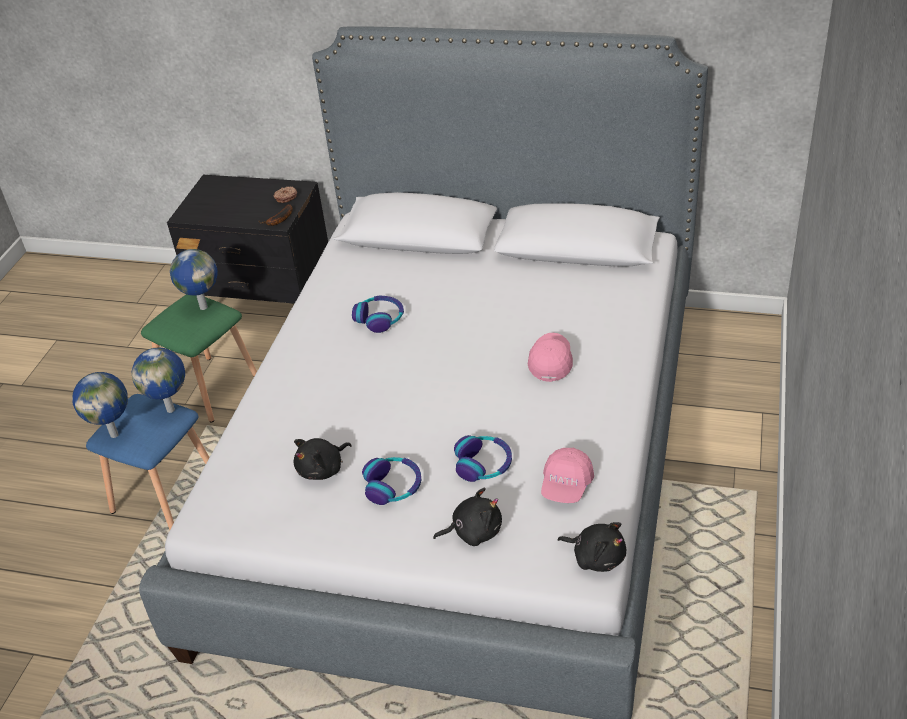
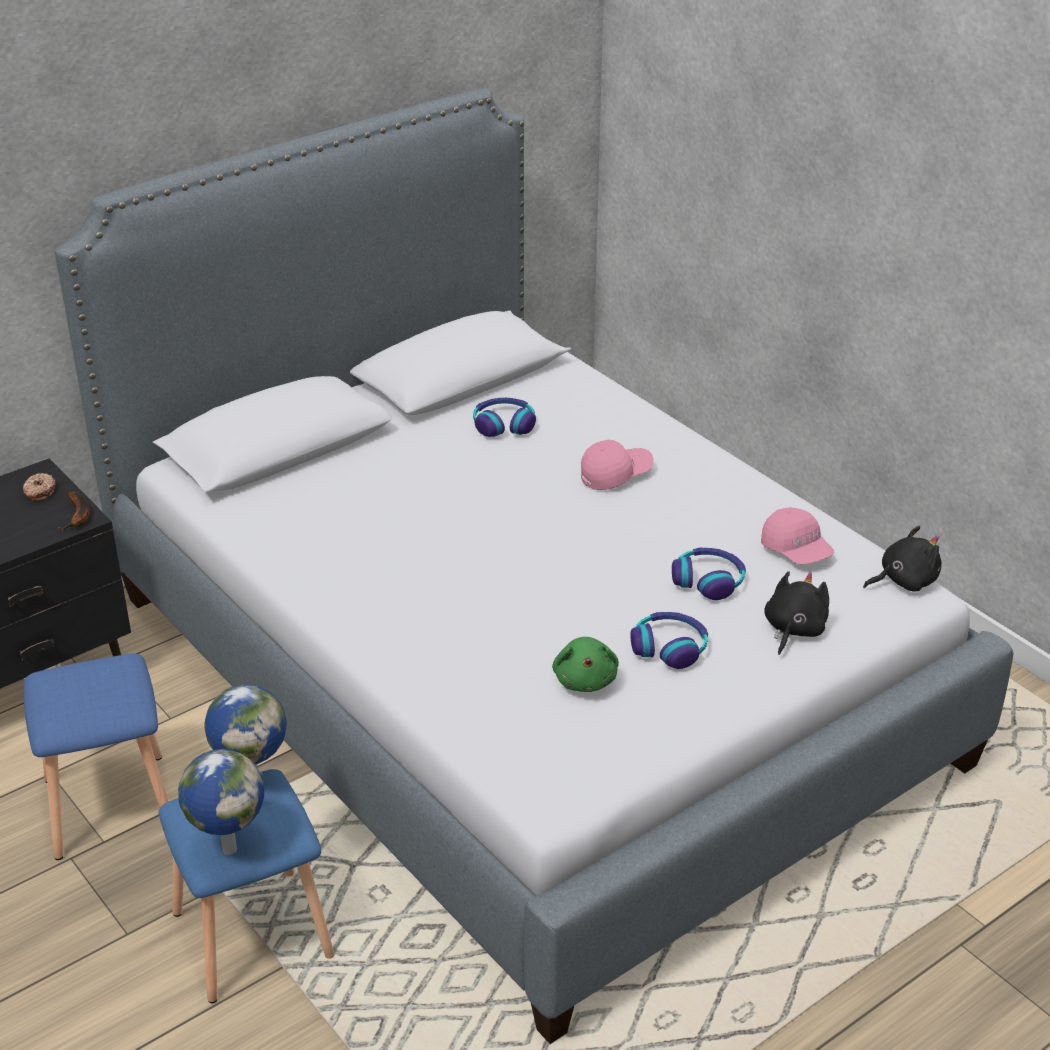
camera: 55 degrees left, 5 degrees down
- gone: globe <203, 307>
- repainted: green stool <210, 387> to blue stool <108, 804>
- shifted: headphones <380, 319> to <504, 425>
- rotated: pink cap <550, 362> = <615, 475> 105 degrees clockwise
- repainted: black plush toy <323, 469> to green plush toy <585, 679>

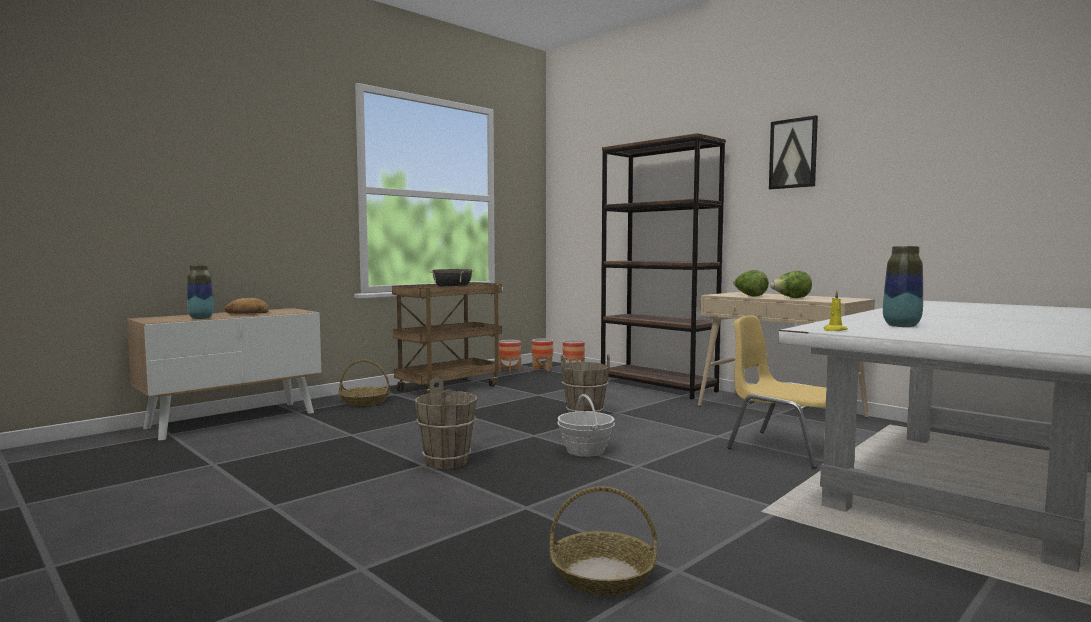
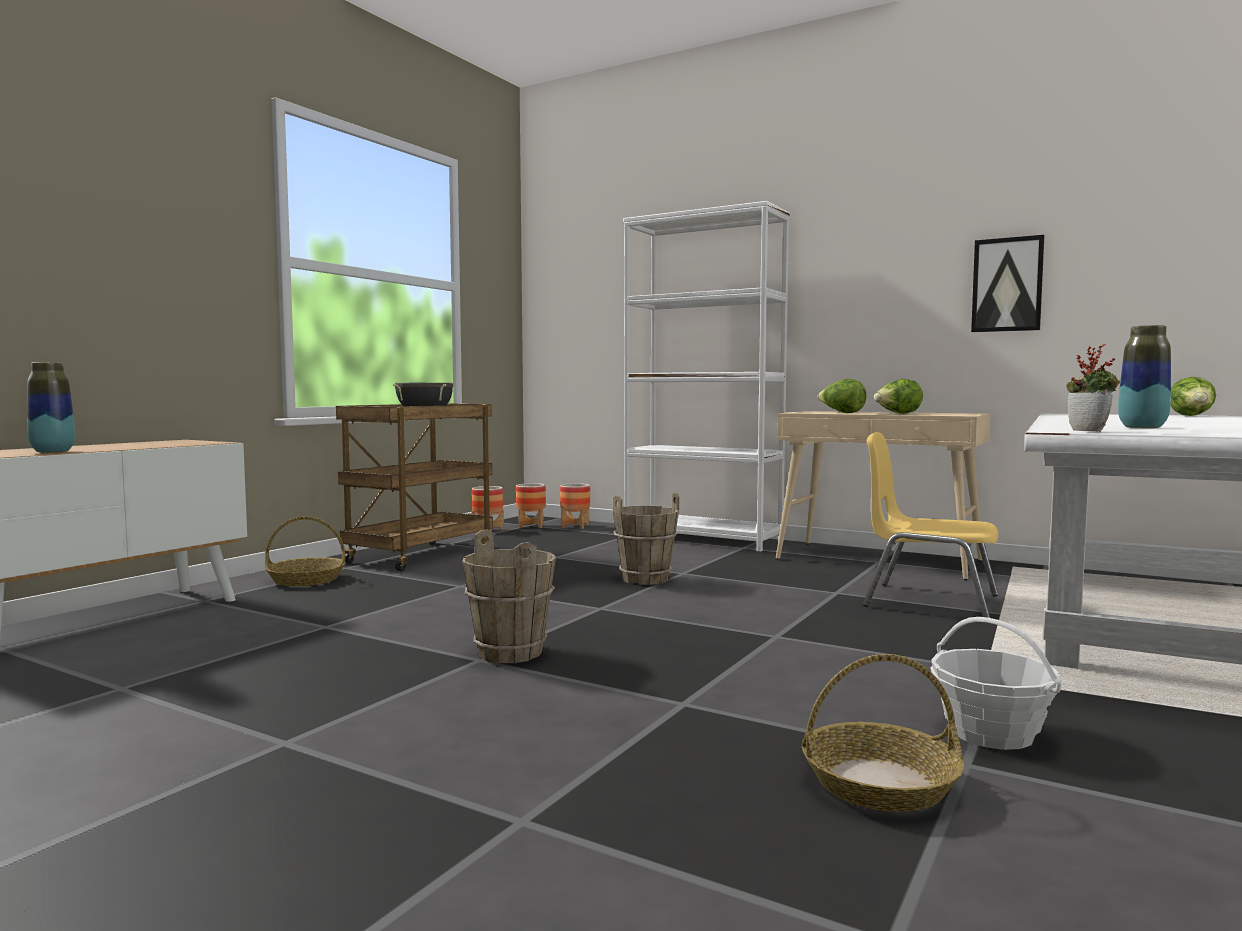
camera: 15 degrees left, 0 degrees up
- shifted: picture <793, 153> to <1007, 285>
- repainted: brown bookcase <658, 386> to white bookcase <703, 539>
- swapped: yellow candle <834, 330> to potted plant <1091, 431>
- gone: bread <247, 313>
- shifted: basket <585, 450> to <991, 733>
- new: lettuce <1192, 416>

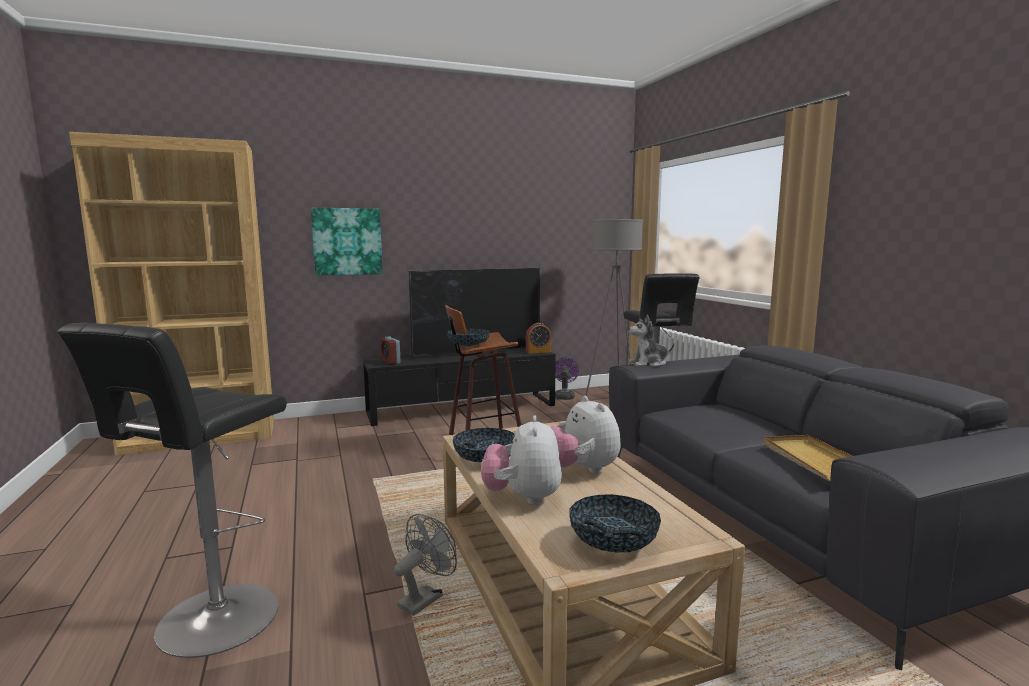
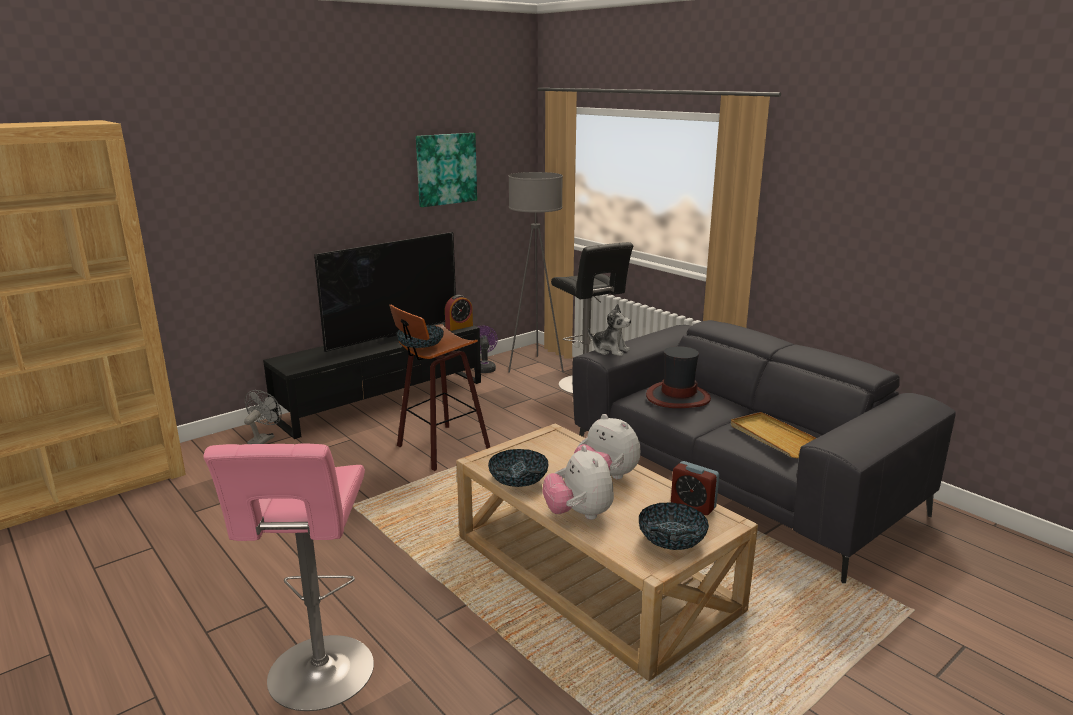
camera: 20 degrees left, 10 degrees up
- shifted: picture <347, 241> to <446, 169>
- rotated: plush toy <649, 363> = <610, 350> 120 degrees counterclockwise
- repainted: black stool <212, 623> to pink stool <319, 677>
- shifted: alarm clock <391, 362> to <693, 506>
- shifted: grey fan <425, 598> to <263, 439>
- new: hat <677, 397>

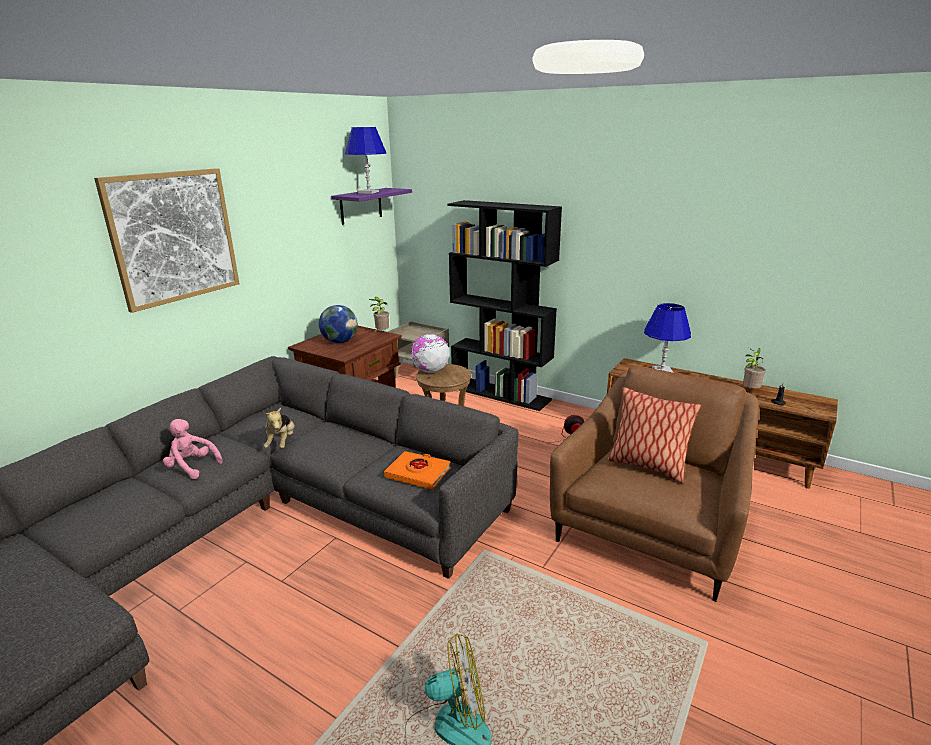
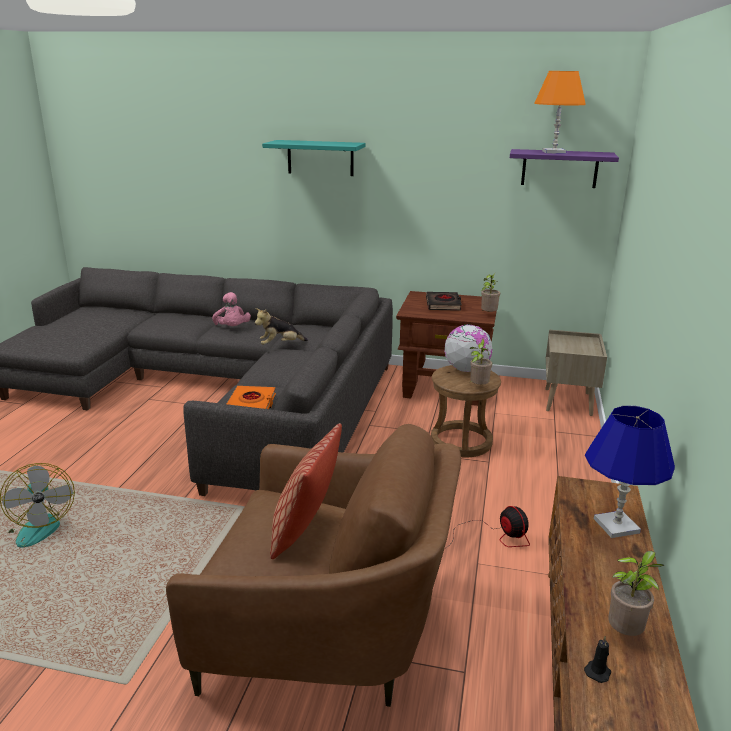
camera: 70 degrees right, 0 degrees up
- repainted: blue table lamp <368, 192> to orange table lamp <554, 152>
- swapped: picture <174, 237> to turquoise shelf <320, 158>
- gone: black bookcase <501, 394>
- swapped: globe <340, 341> to black book <443, 304>
- rotated: pink plush toy <192, 467> = <232, 328> 150 degrees clockwise
- new: potted plant <478, 387>

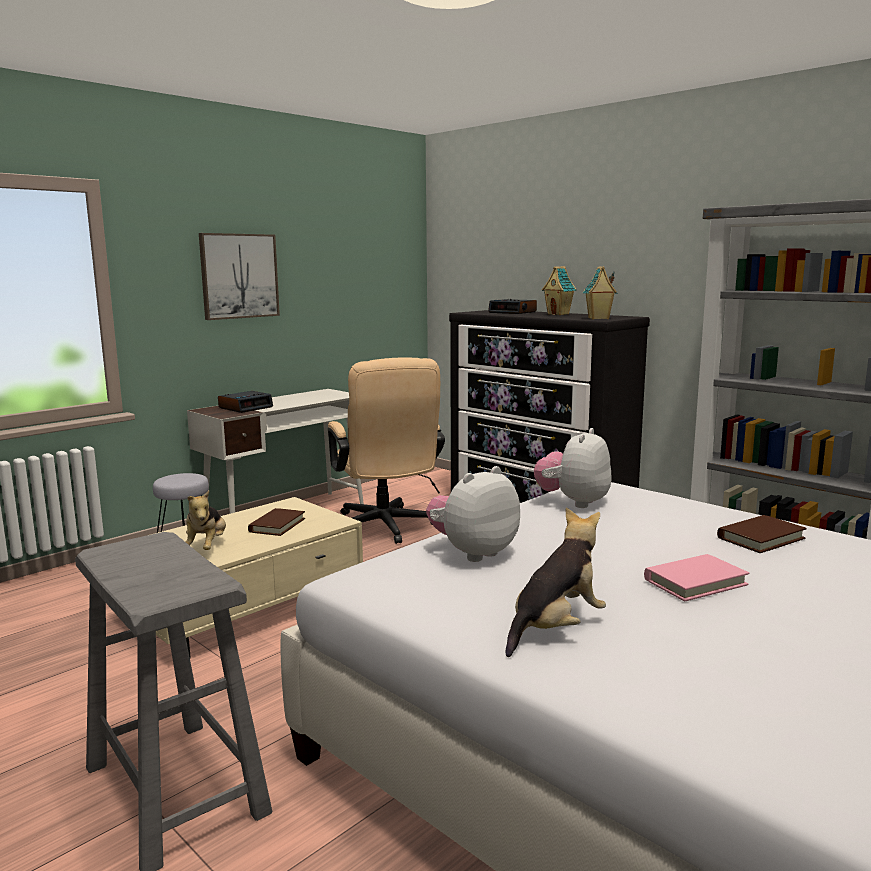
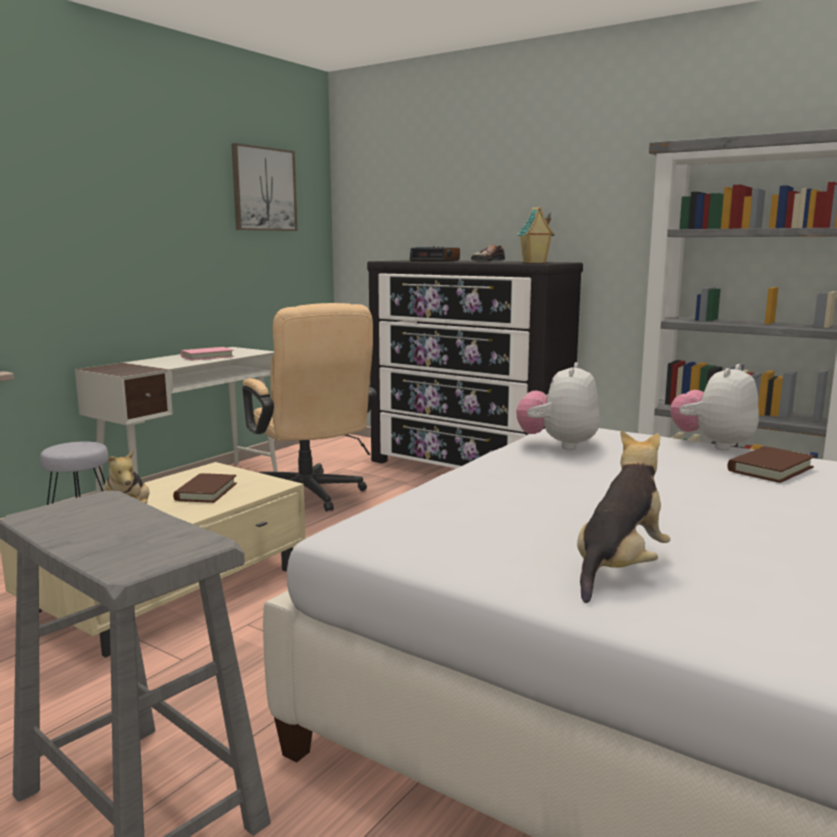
camera: 10 degrees left, 0 degrees up
- shifted: picture <239, 276> to <264, 189>
- swapped: toy house <558, 314> to shoe <486, 261>
- gone: alarm clock <246, 407>
- shifted: plush toy <473, 553> to <713, 444>
- shifted: pink book <695, 582> to <207, 356>

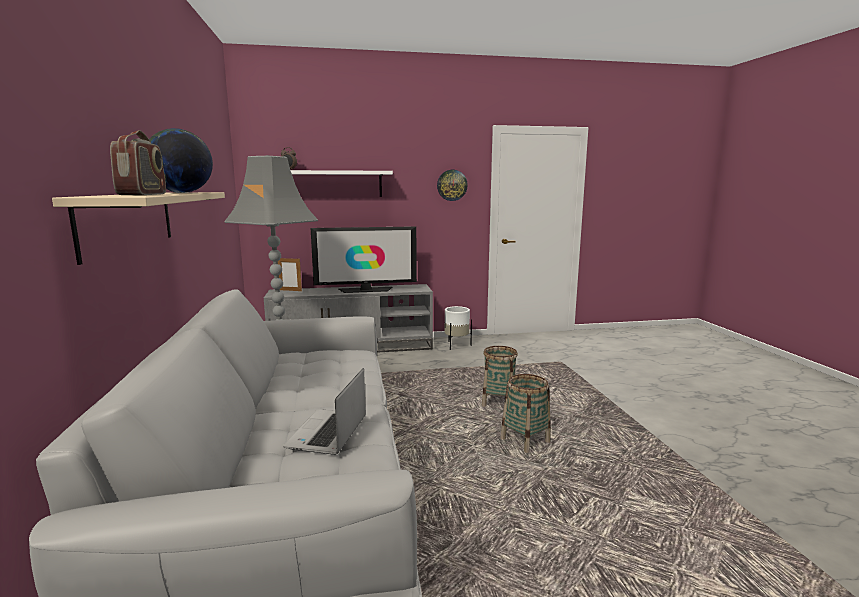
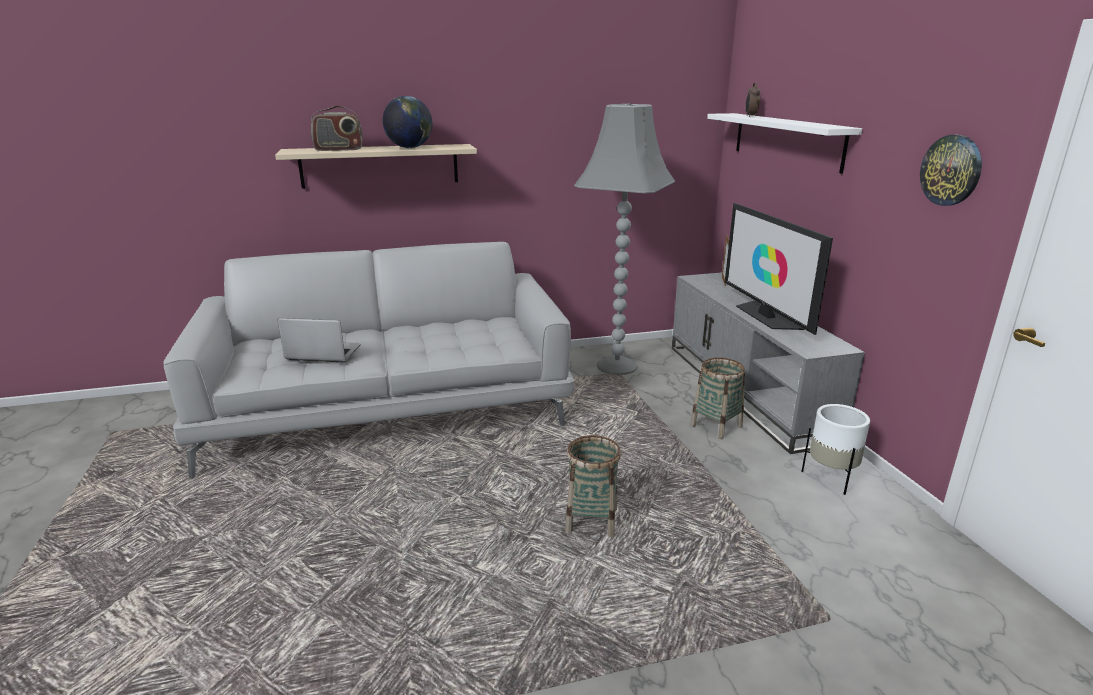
camera: 85 degrees right, 10 degrees up
- shifted: basket <525, 440> to <716, 426>

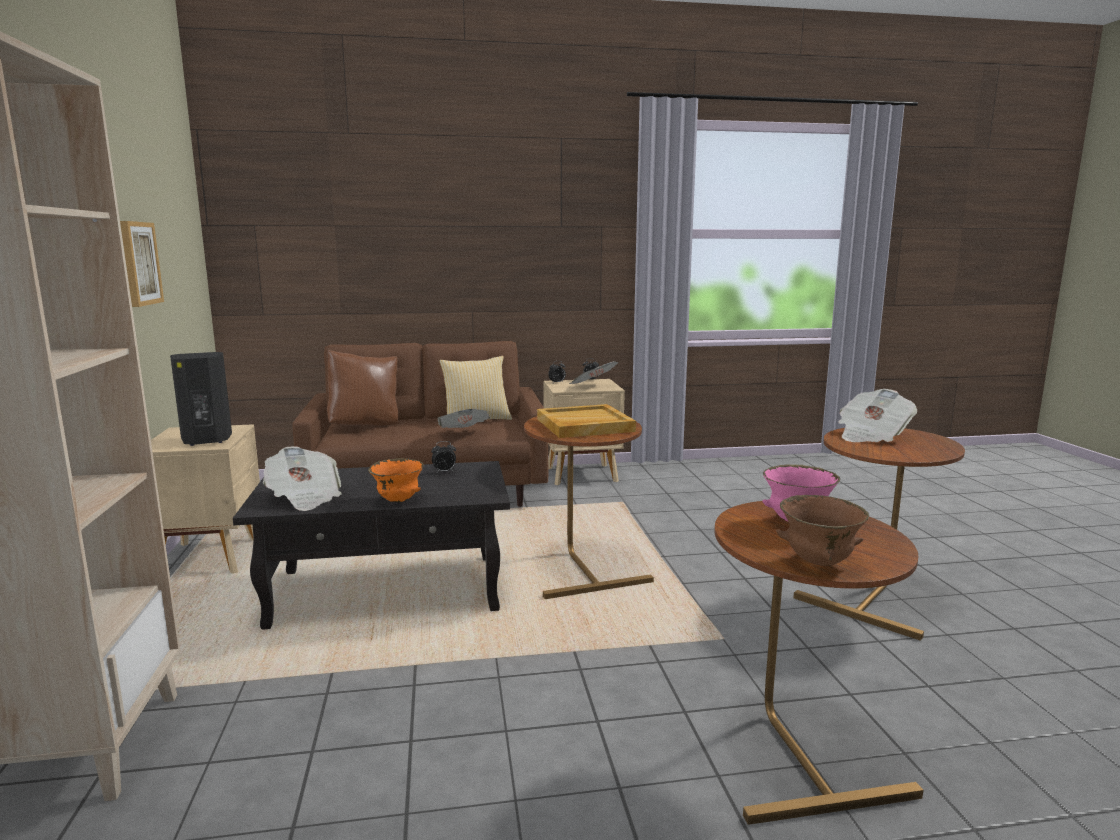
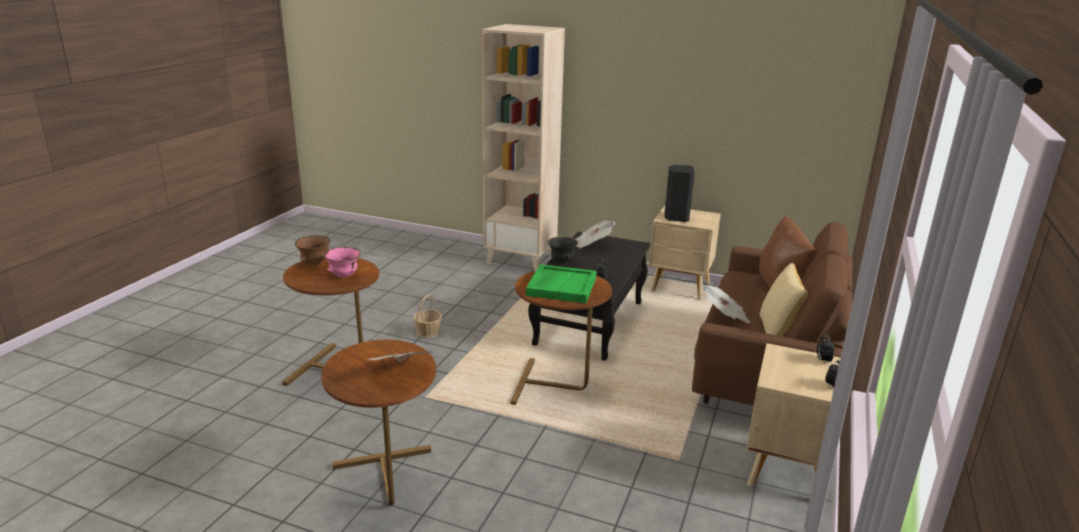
camera: 120 degrees right, 10 degrees up
- gone: picture <140, 263>
- gone: newspaper <593, 386>
- repainted: beige tray <584, 425> to green tray <561, 286>
- repainted: orange bowl <398, 501> to black bowl <562, 261>
- new: basket <428, 332>

